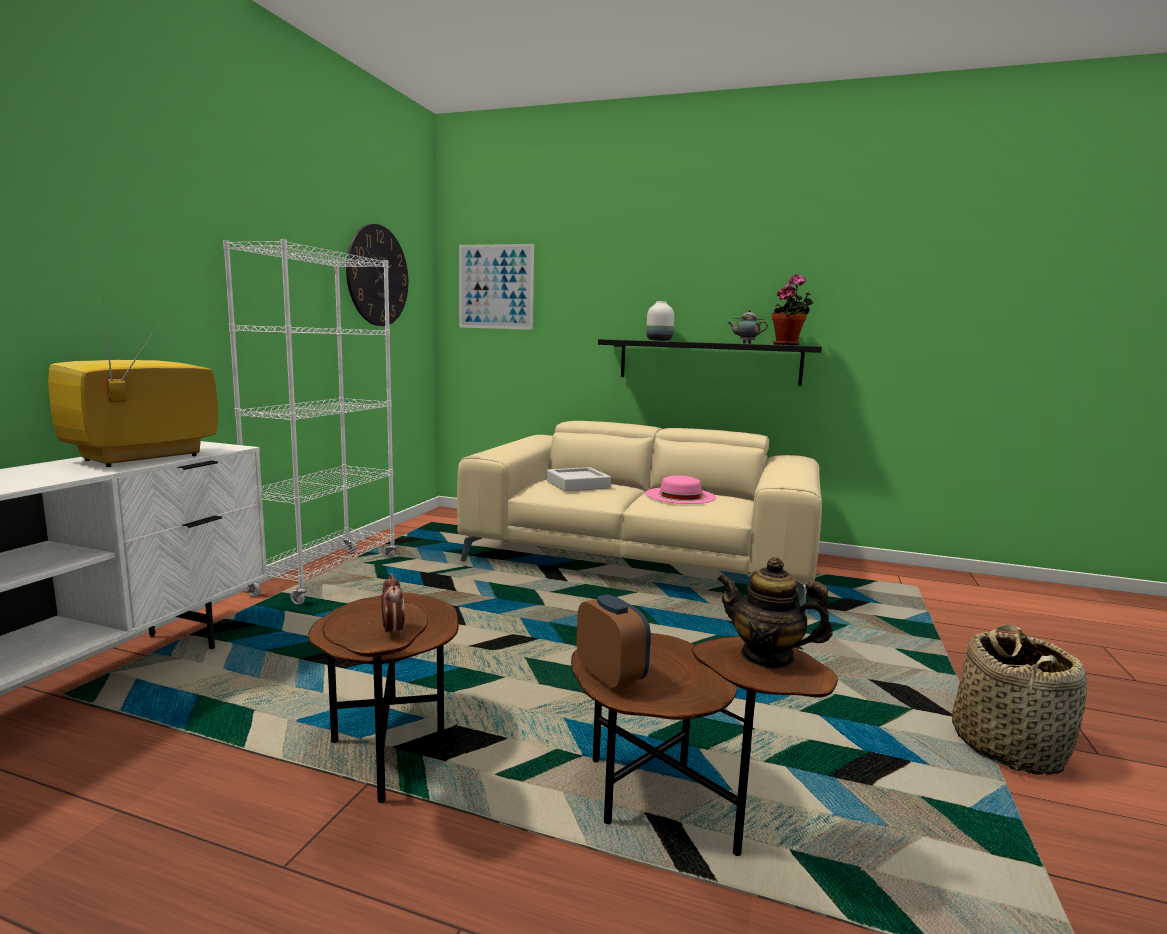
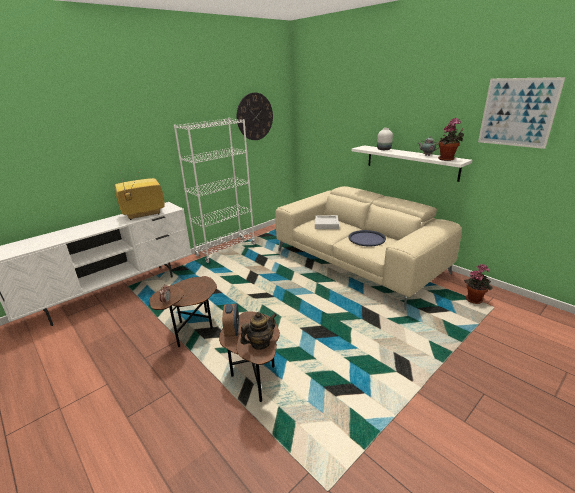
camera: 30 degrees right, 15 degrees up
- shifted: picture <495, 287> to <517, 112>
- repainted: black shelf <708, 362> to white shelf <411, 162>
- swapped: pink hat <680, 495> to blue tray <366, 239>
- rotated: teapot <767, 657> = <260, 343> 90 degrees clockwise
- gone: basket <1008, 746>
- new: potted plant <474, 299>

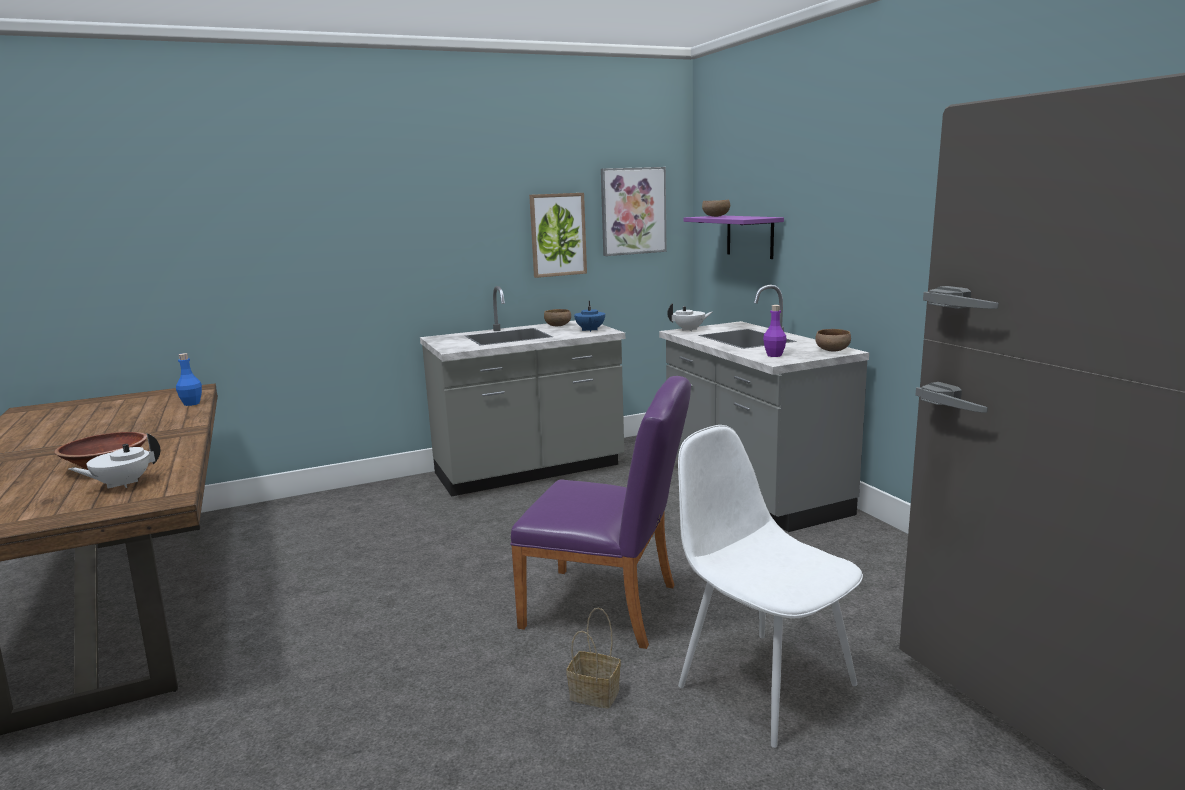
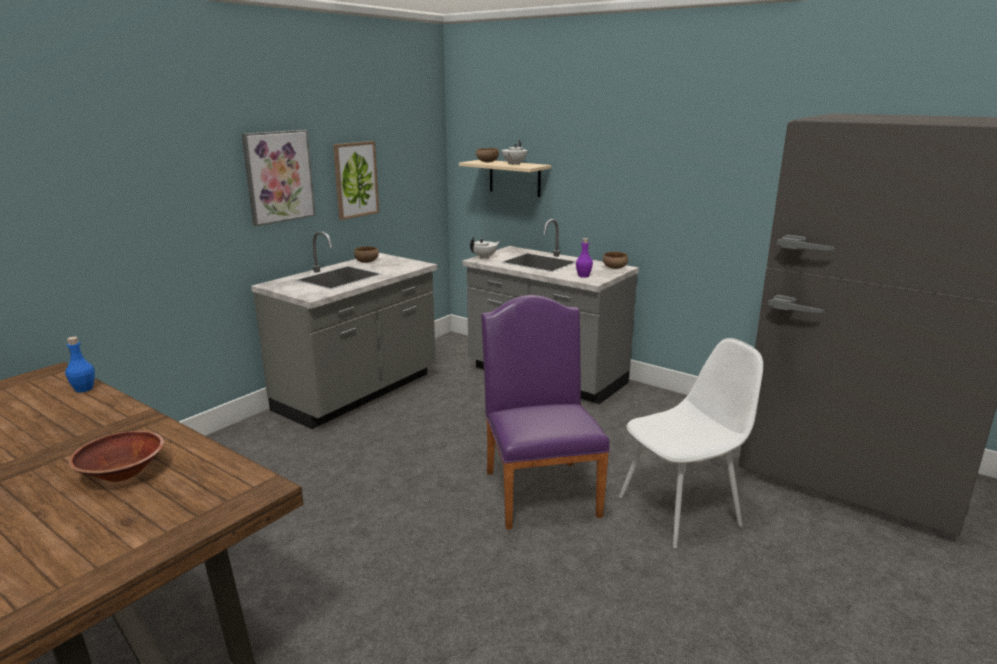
camera: 30 degrees left, 5 degrees up
- shifted: picture <633, 211> to <278, 176>
- repainted: purple shelf <750, 236> to beige shelf <514, 178>
- gone: blue teapot <590, 330>
- rotated: purple chair <610, 607> = <539, 488> 90 degrees counterclockwise
- rotated: white chair <763, 683> = <681, 510> 135 degrees clockwise
- shifted: white teapot <122, 484> to <513, 164>
- gone: basket <592, 694>

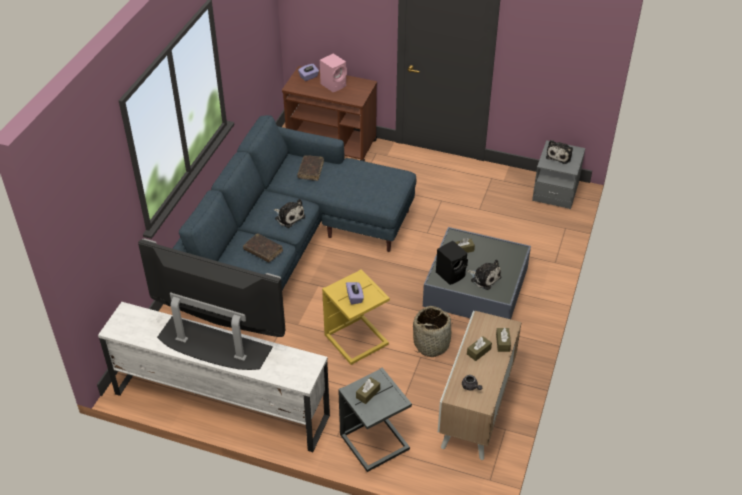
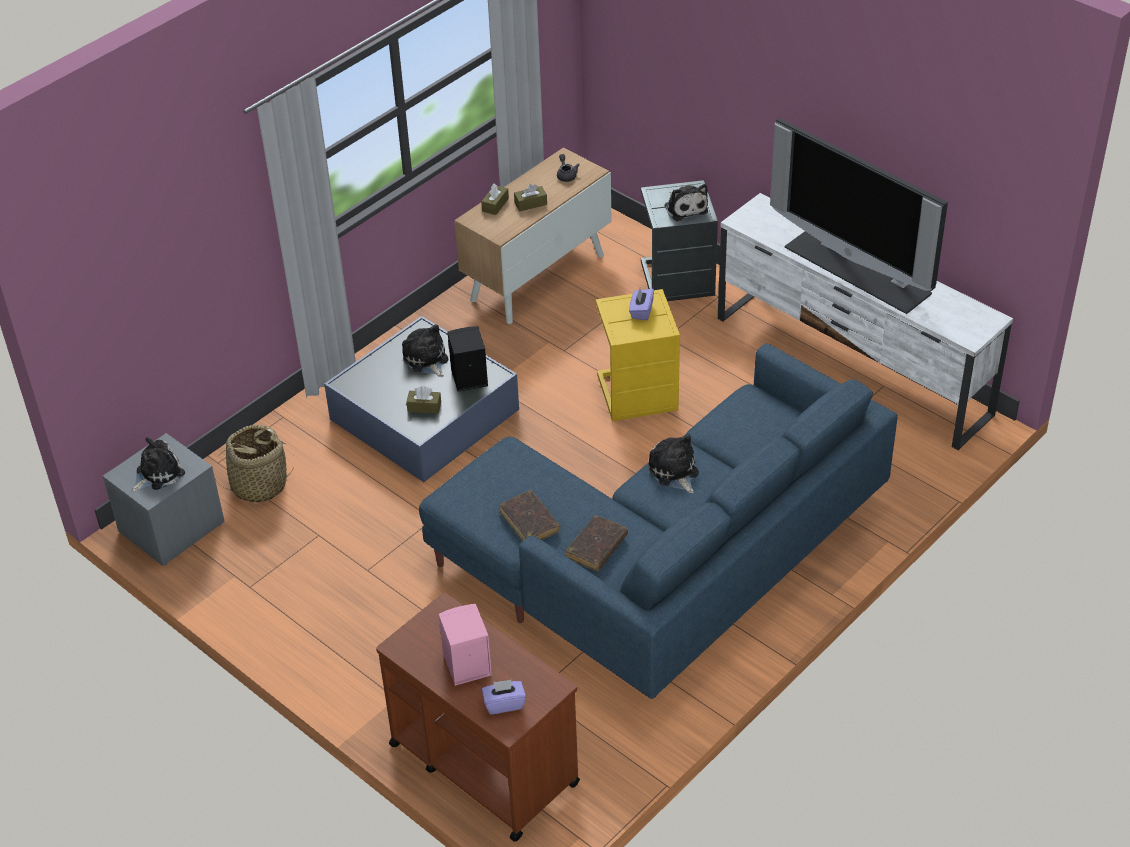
camera: 155 degrees left, 0 degrees up
- shifted: brown book <263, 251> to <529, 523>
- shifted: basket <432, 344> to <259, 485>
- swapped: brown tissue box <368, 393> to plush toy <685, 207>

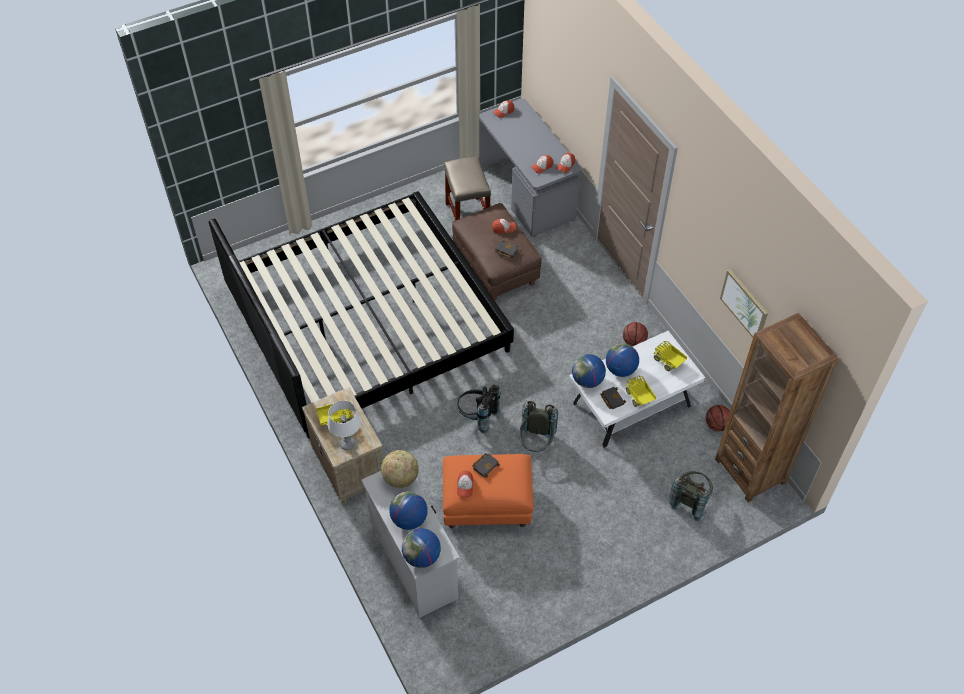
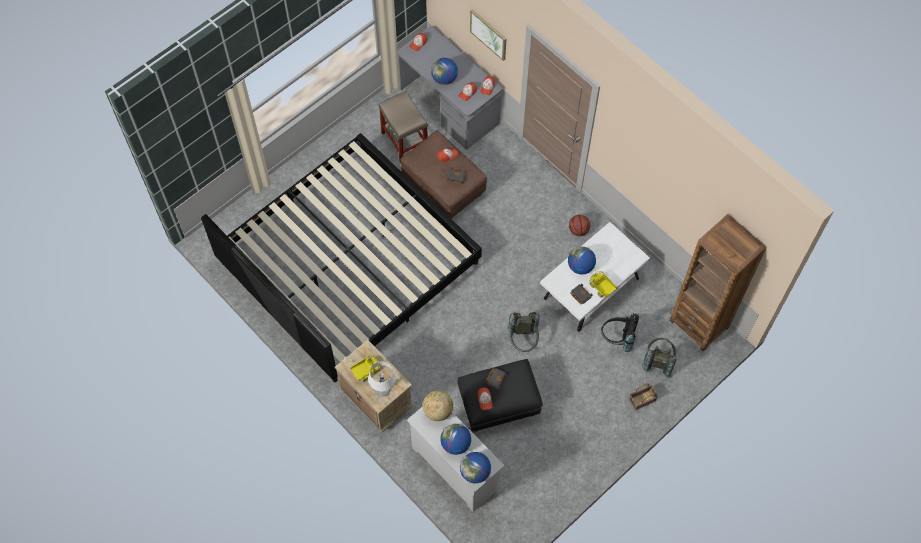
camera: 15 degrees left, 10 degrees up
- shifted: picture <744, 304> to <488, 34>
- gone: toy truck <668, 362>
- shifted: globe <587, 380> to <444, 79>
- shifted: black backpack <477, 417> to <617, 339>
- gone: basketball <717, 425>
- repainted: orange ottoman <488, 504> to black ottoman <499, 403>
- new: basket <642, 401>

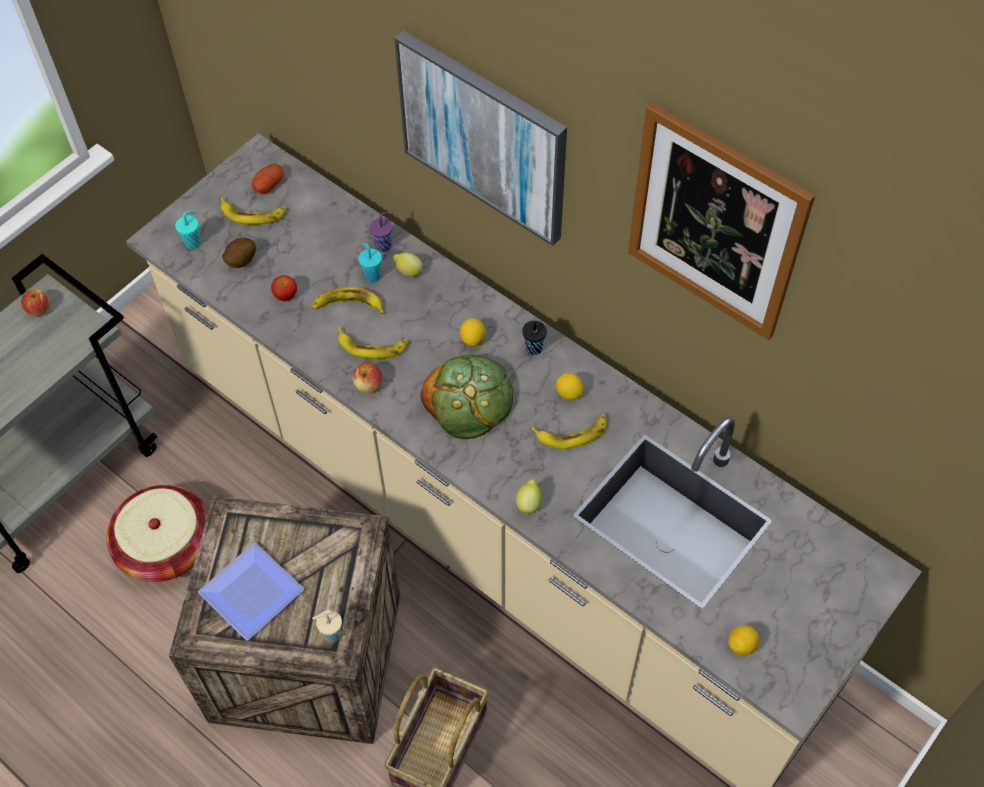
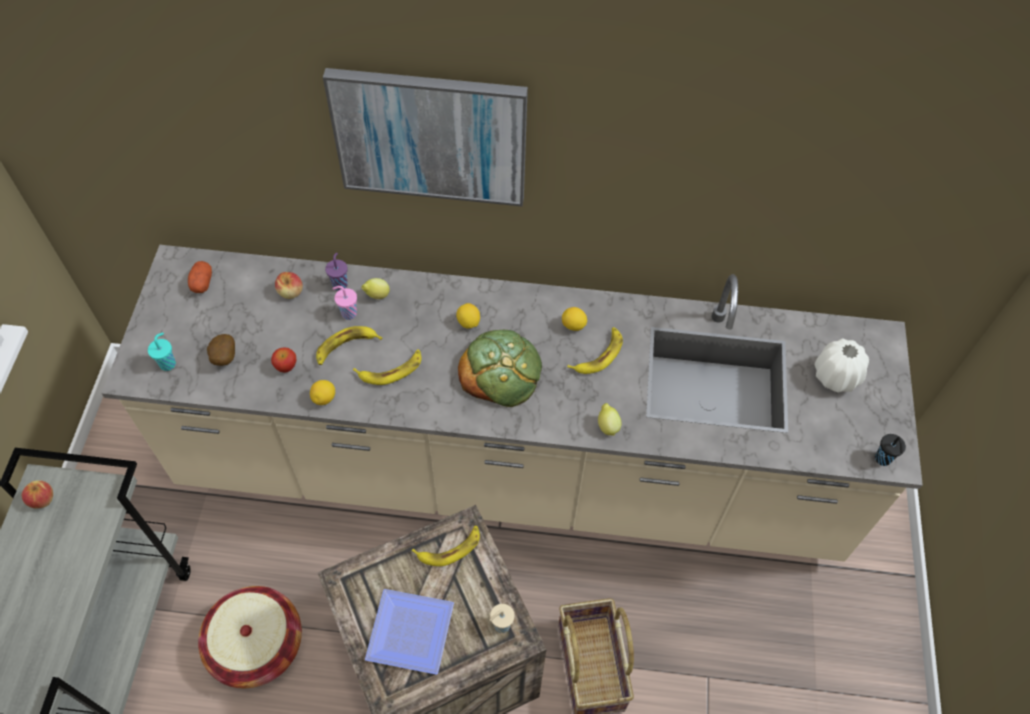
camera: 35 degrees left, 0 degrees up
- gone: picture <715, 224>
- shifted: banana <253, 214> to <449, 548>
- repainted: turquoise cup <372, 275> to pink cup <348, 313>
- shifted: black cup <533, 349> to <883, 459>
- shifted: apple <368, 385> to <290, 292>
- shifted: lemon <741, 645> to <324, 398>
- new: white vase <835, 376>

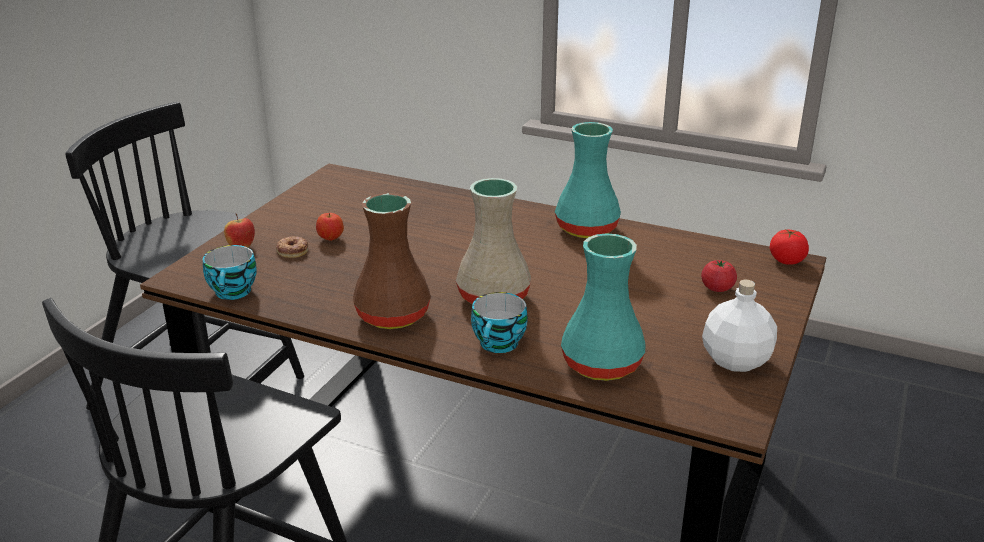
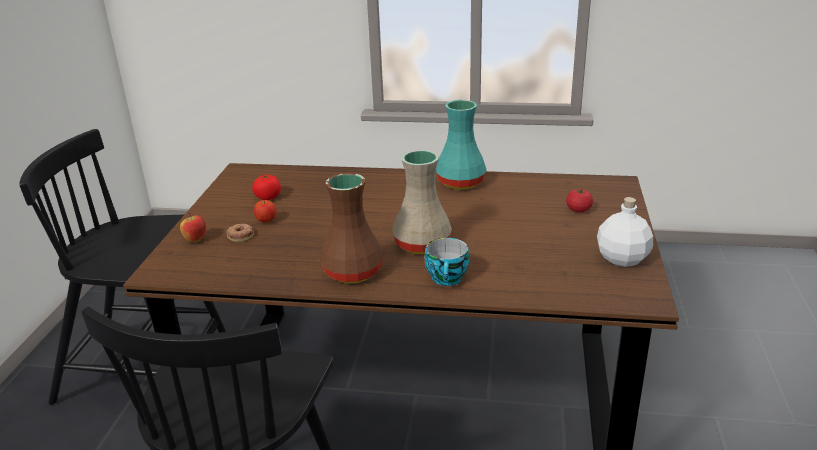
camera: 15 degrees left, 0 degrees up
- shifted: tomato <786, 260> to <268, 197>
- gone: turquoise vase <603, 365>
- gone: cup <234, 292>

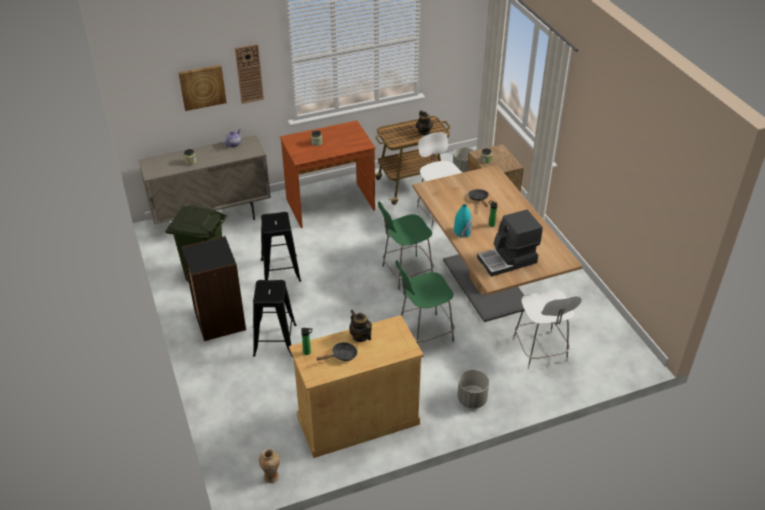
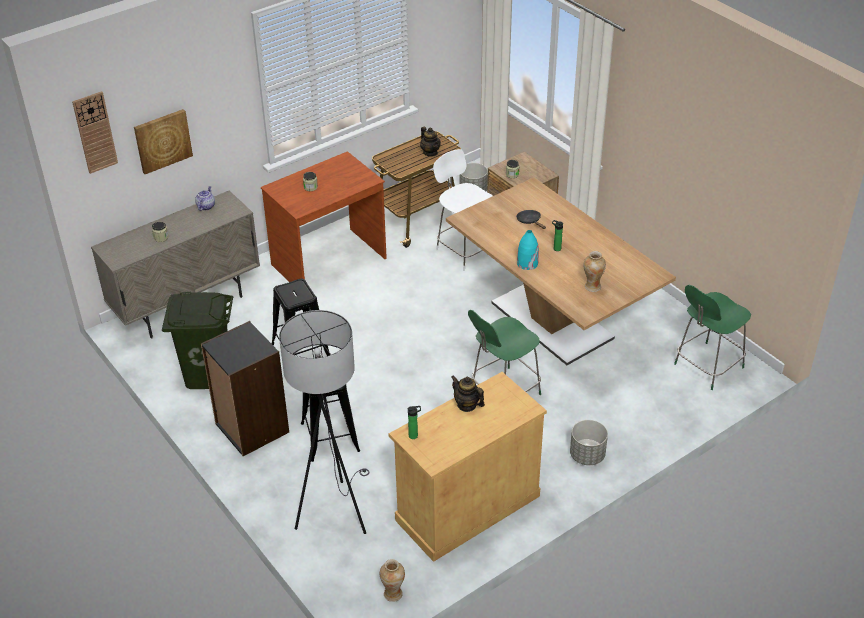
camera: 15 degrees left, 0 degrees up
- shifted: wall clock <249, 73> to <95, 132>
- shifted: green chair <405, 273> to <707, 367>
- swapped: coffee machine <508, 261> to vase <592, 287>
- gone: white chair <540, 351>
- gone: black frying pan <342, 355>
- new: grey floor lamp <334, 509>

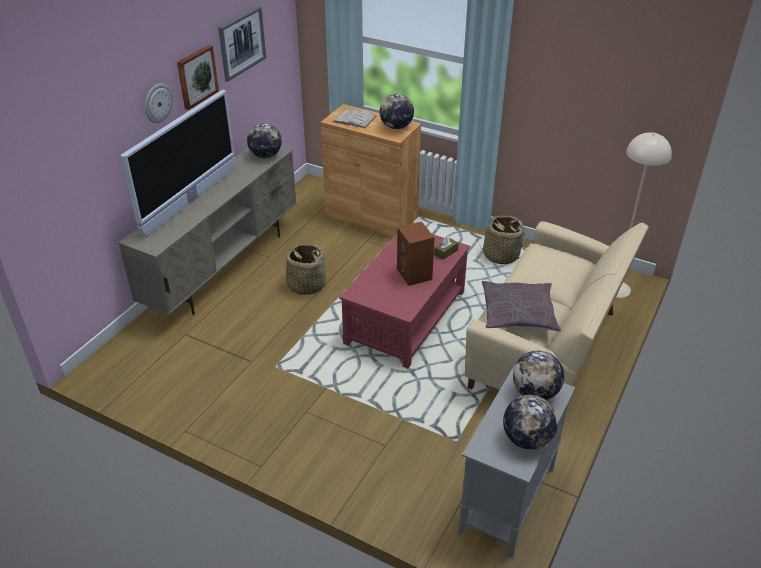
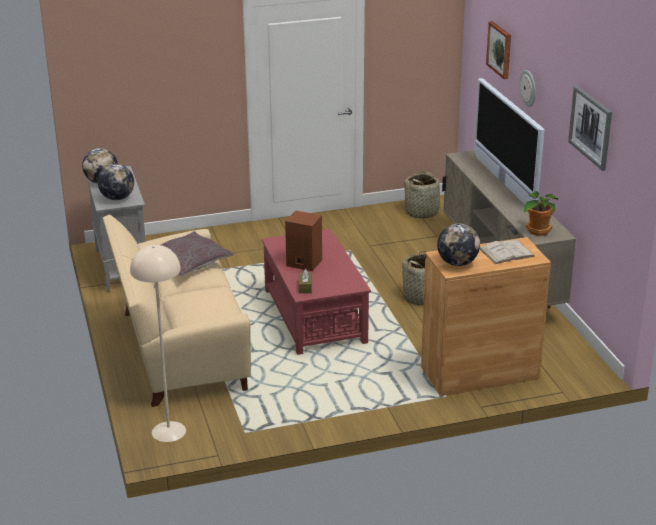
camera: 135 degrees right, 10 degrees down
- shifted: picture <196, 76> to <500, 49>
- swapped: globe <265, 156> to potted plant <537, 230>
- shifted: basket <501, 255> to <422, 212>

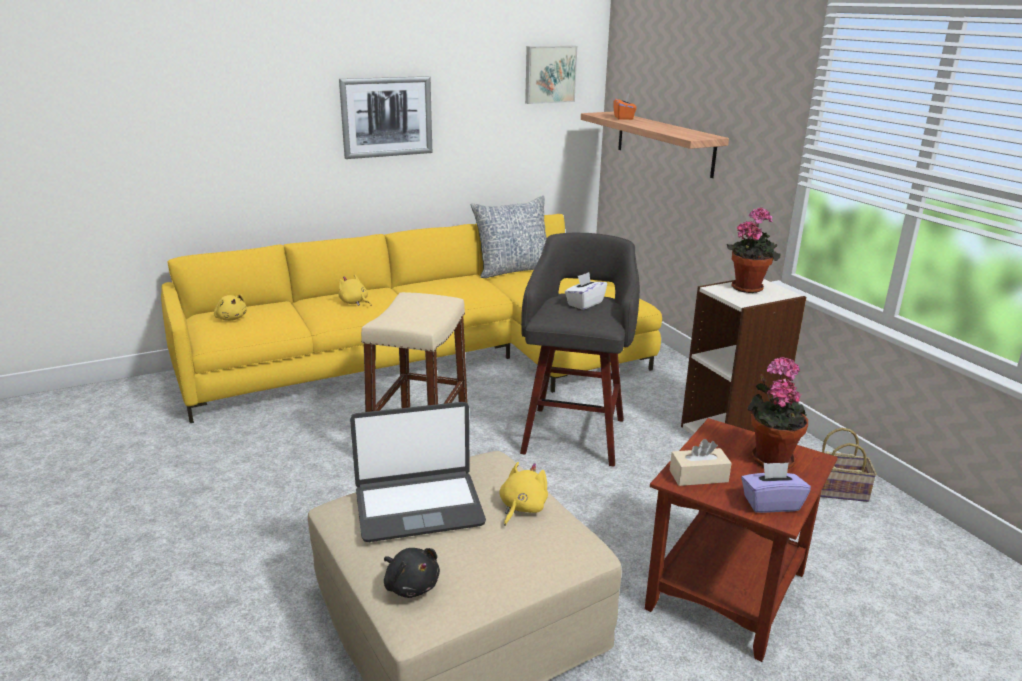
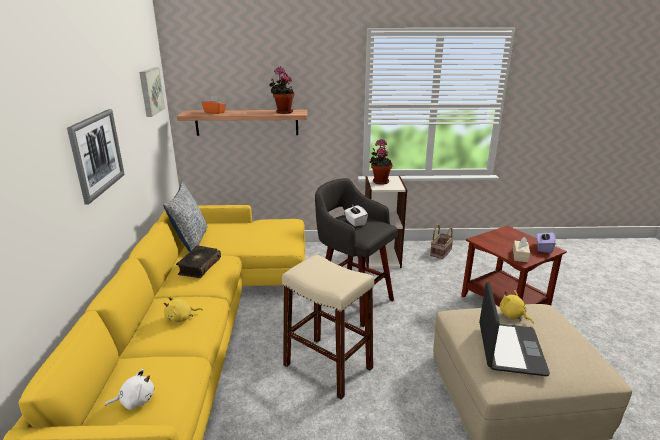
camera: 65 degrees left, 0 degrees up
- repainted: yellow plush toy <231, 318> to white plush toy <135, 400>
- shifted: potted plant <770, 457> to <283, 112>
- gone: black plush toy <411, 585>
- new: book <199, 266>

